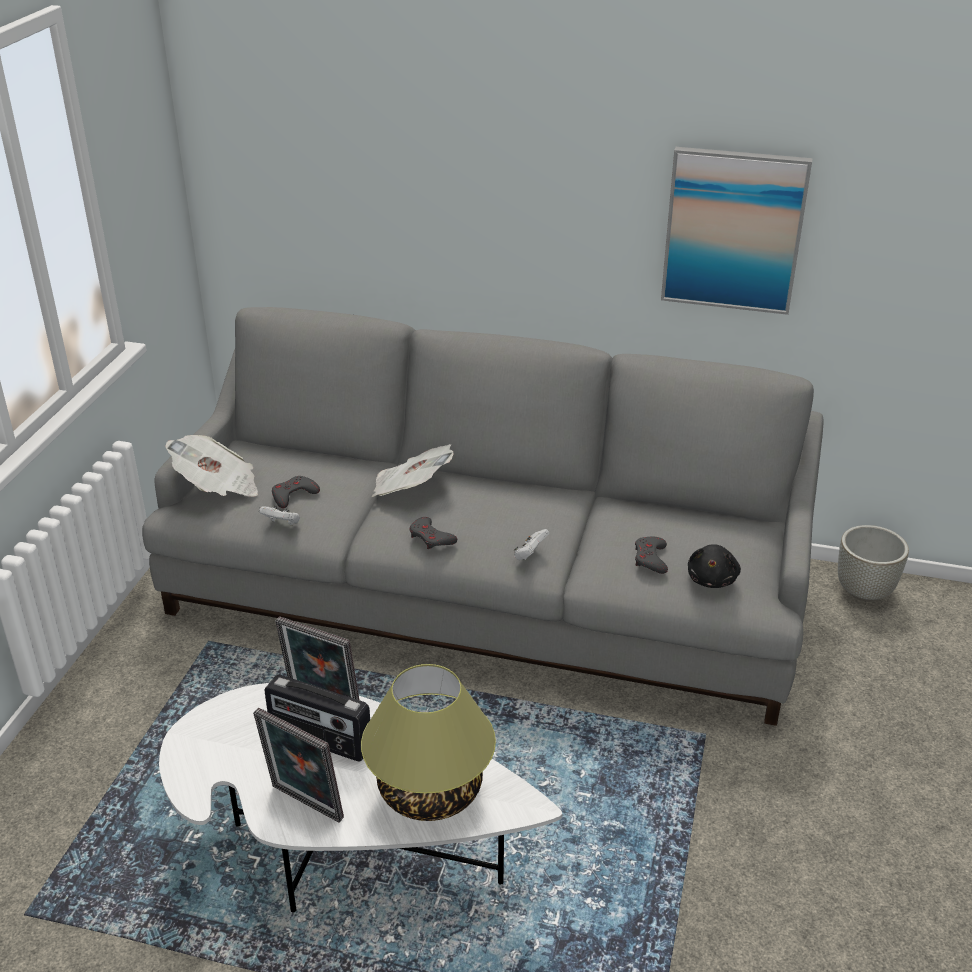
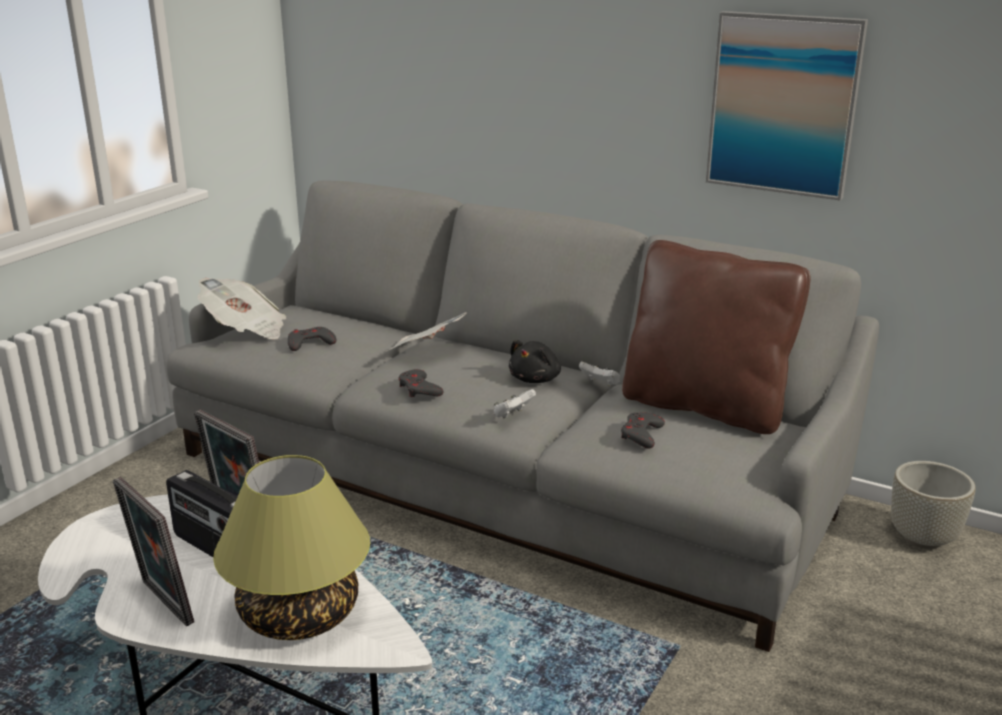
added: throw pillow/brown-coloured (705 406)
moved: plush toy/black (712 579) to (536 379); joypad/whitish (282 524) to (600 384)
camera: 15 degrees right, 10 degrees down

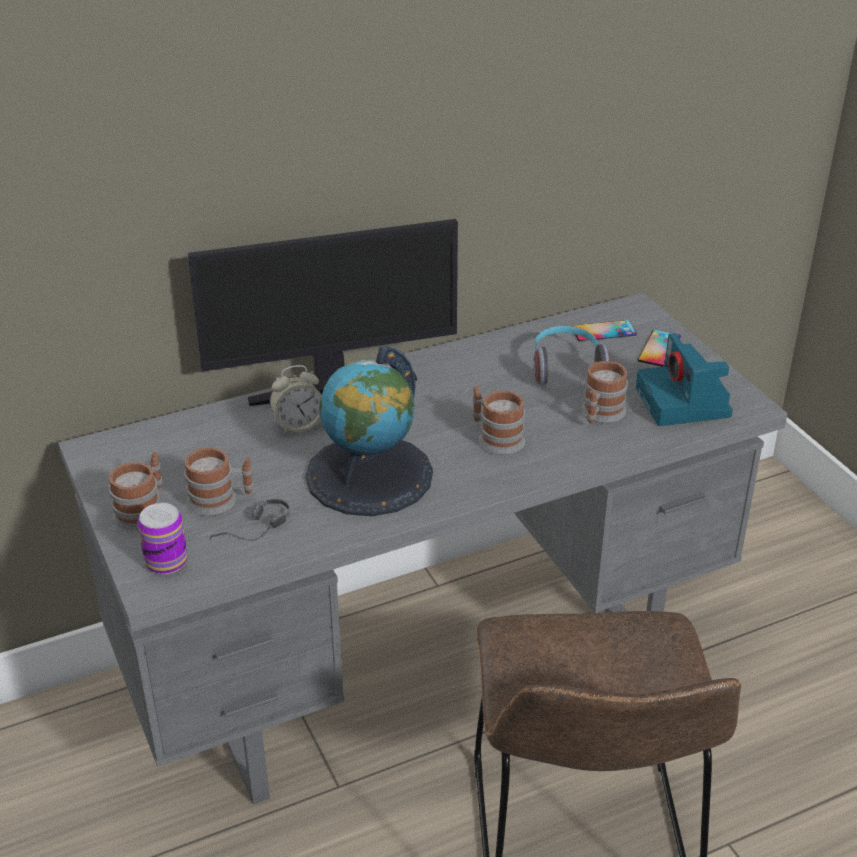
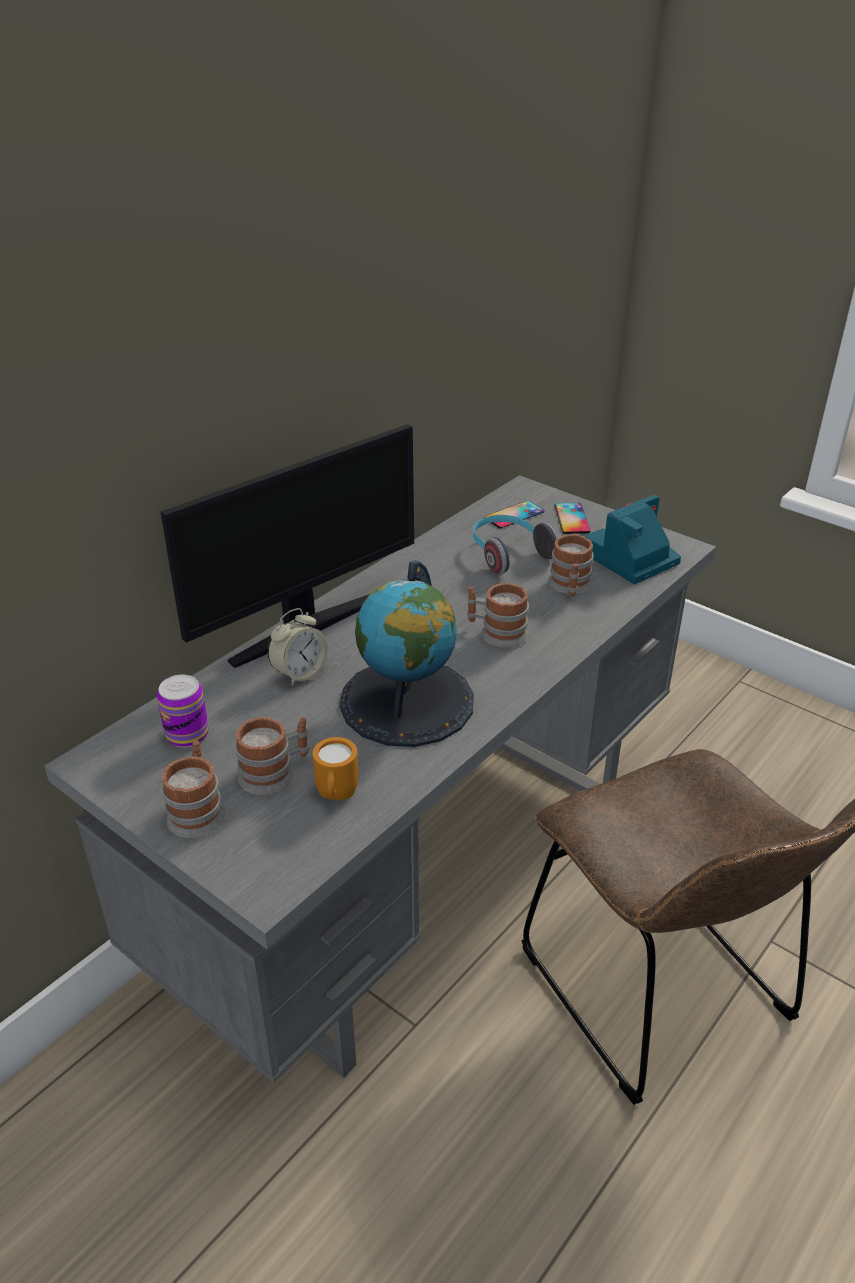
moved: metal can (166 561) to (187 734)
replaced: headset (253 534) to coffee mug/orangey (336 797)
turned: still camera (684 403) = (630 559) 90 degrees clockwise
camera: 25 degrees left, 0 degrees up

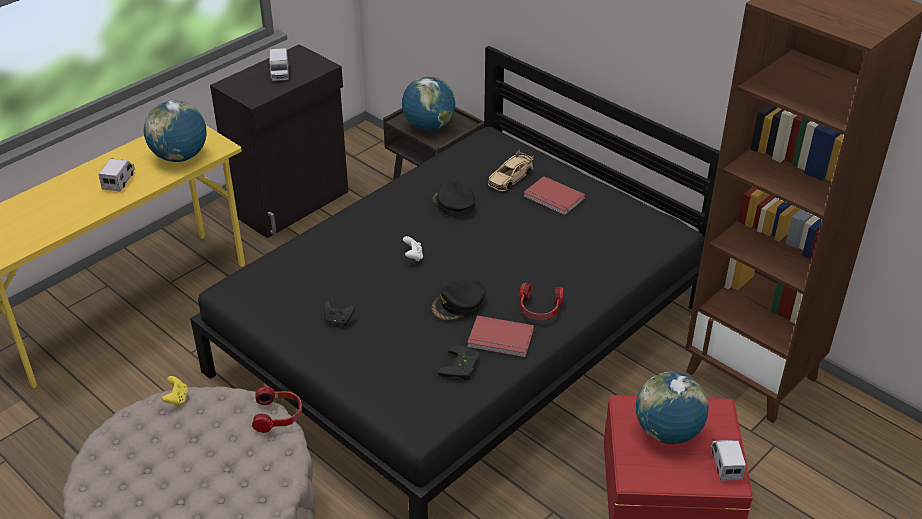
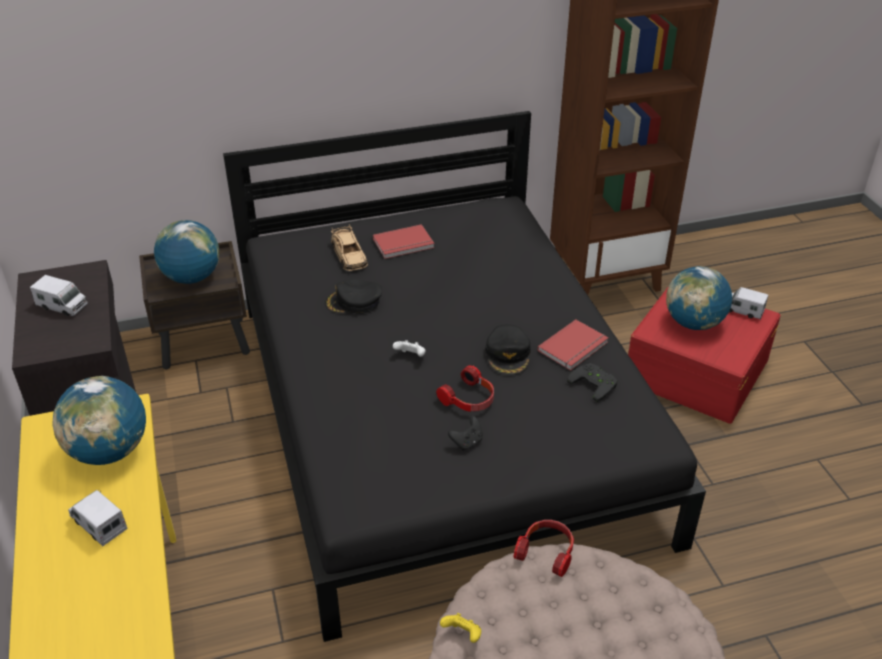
moved: headset (539 309) to (469 399)
camera: 60 degrees left, 0 degrees up

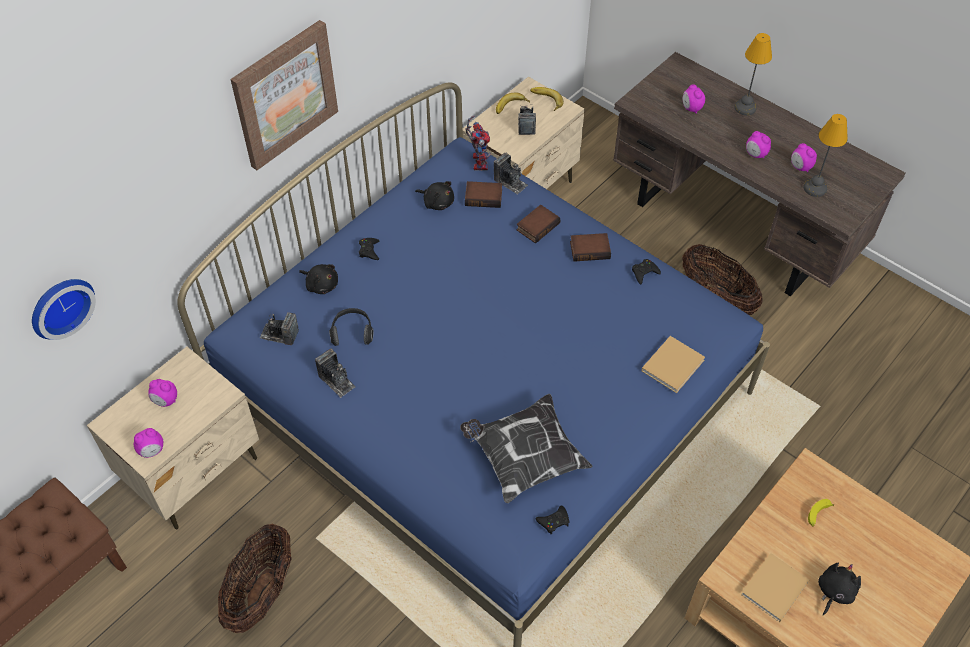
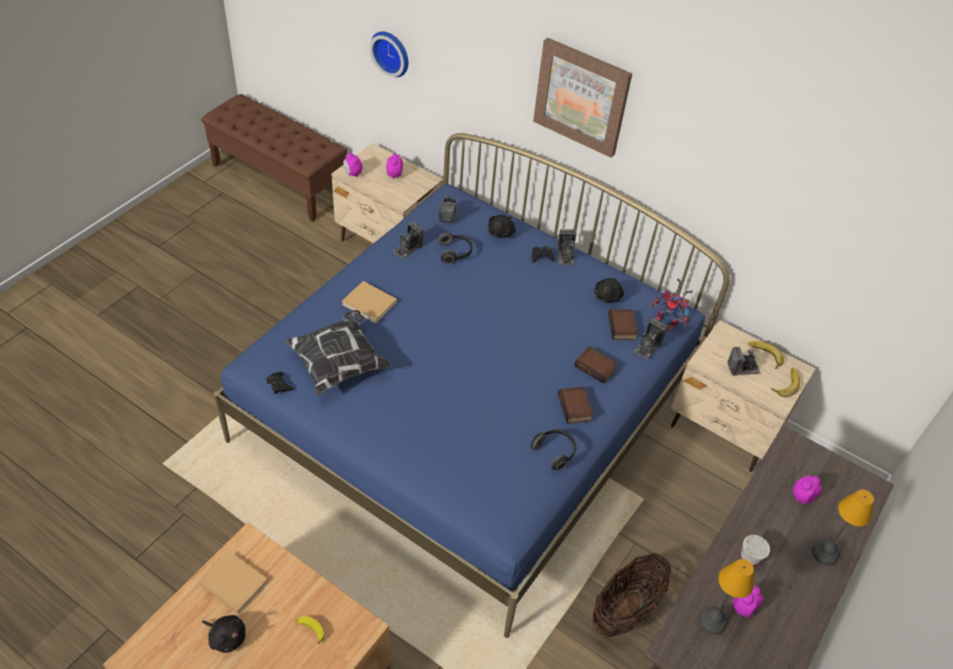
removed: household basket (261 592)
added: still camera (565 255)
moved: book/beige-coloured (674 364) to (370 304)
replaced: joypad/black (644 273) to headset (555 452); alarm clock (755 154) to drinking cup/whitish (748 559)
turned: model robot (478 161) = (668 322) 45 degrees clockwise
camera: 80 degrees right, 5 degrees down

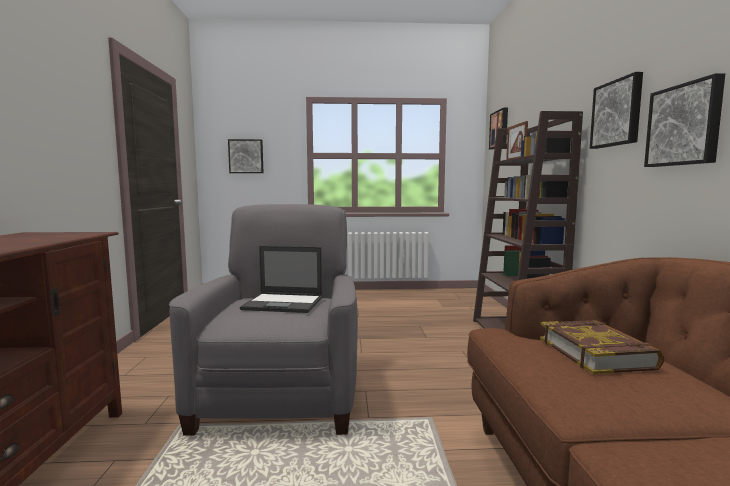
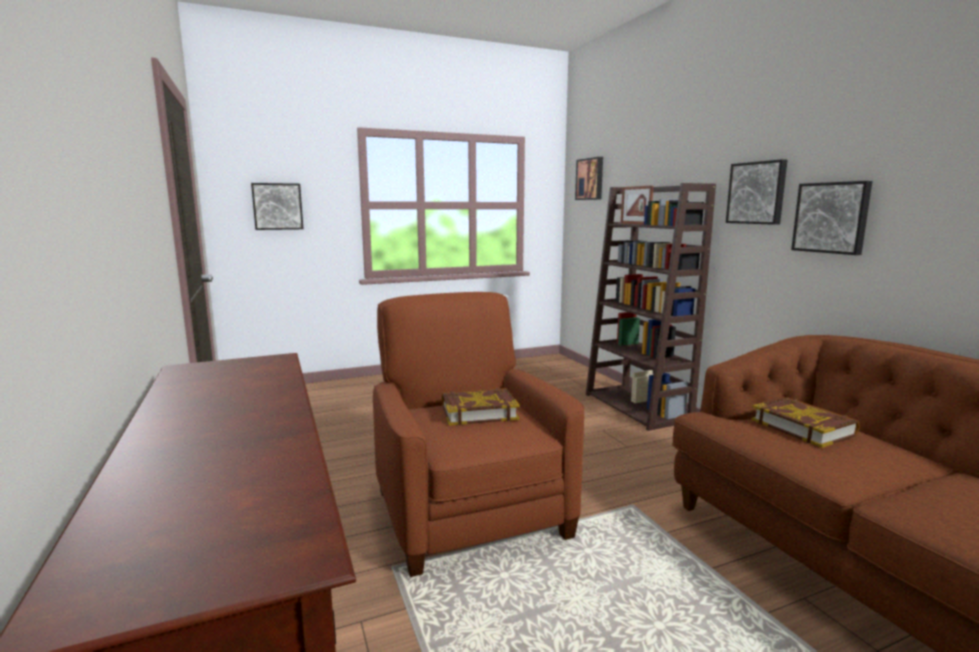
replaced: portable computer (284 303) to book (478 412)
recoloured: lounge chair/gray (281 395) to lounge chair/brown-coloured (469 511)
camera: 20 degrees left, 5 degrees up

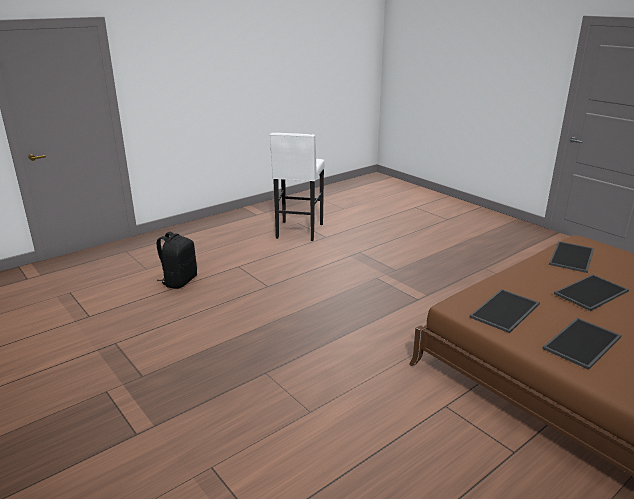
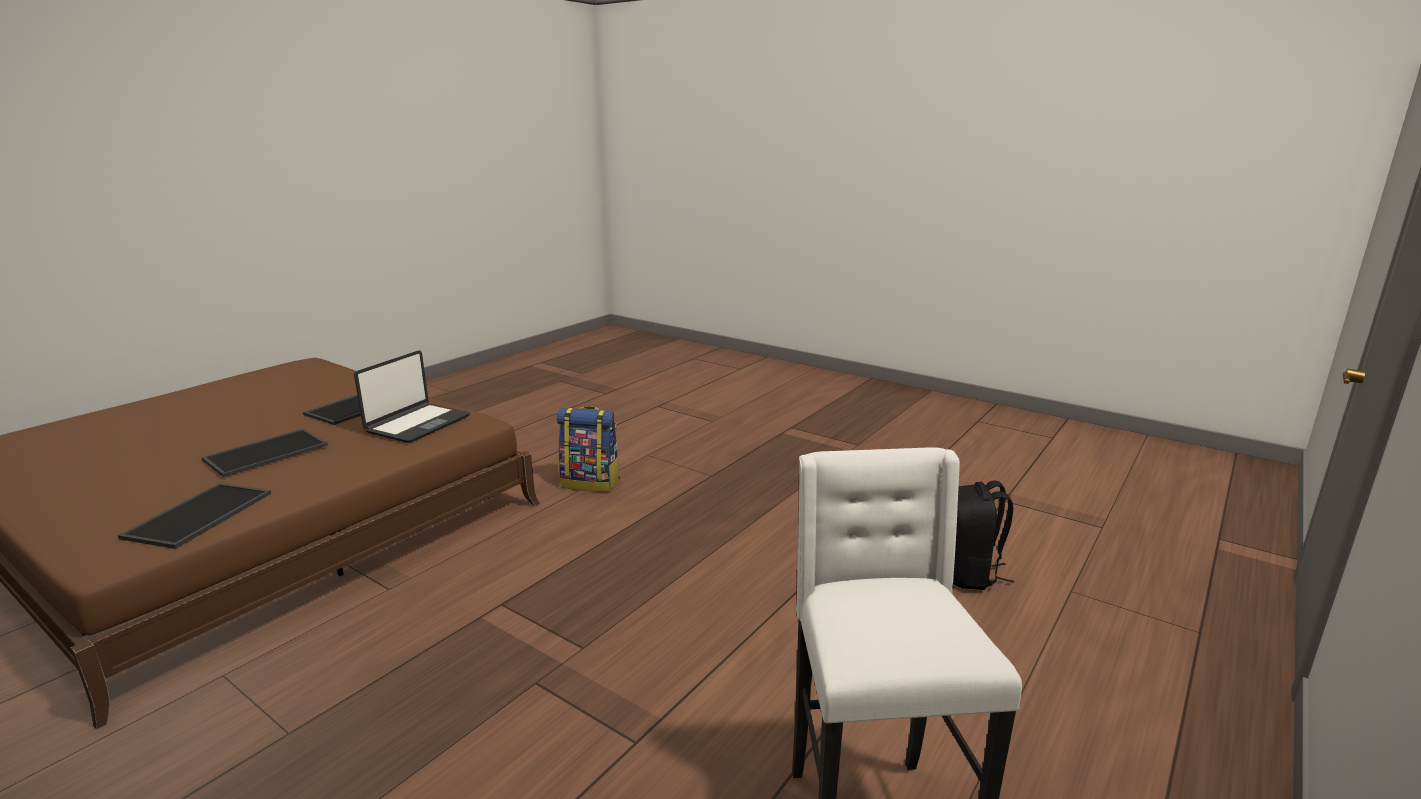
added: rucksack (591 483)
replaced: carrying tray (506 311) to portable computer (417 424)
camera: 165 degrees right, 5 degrees down

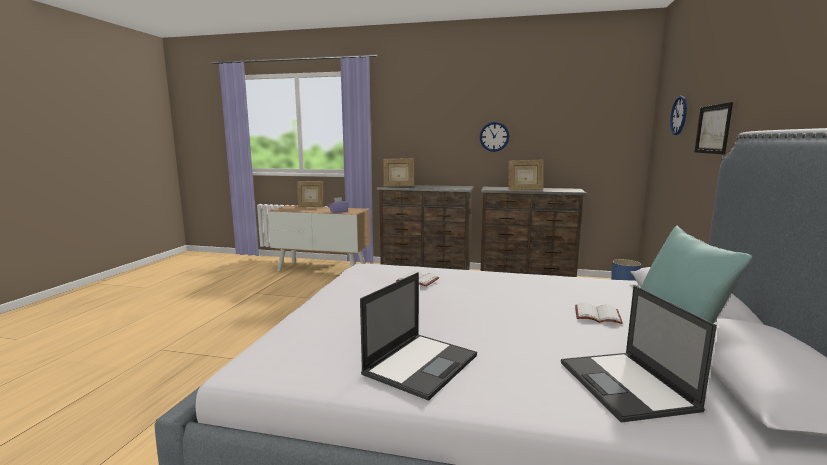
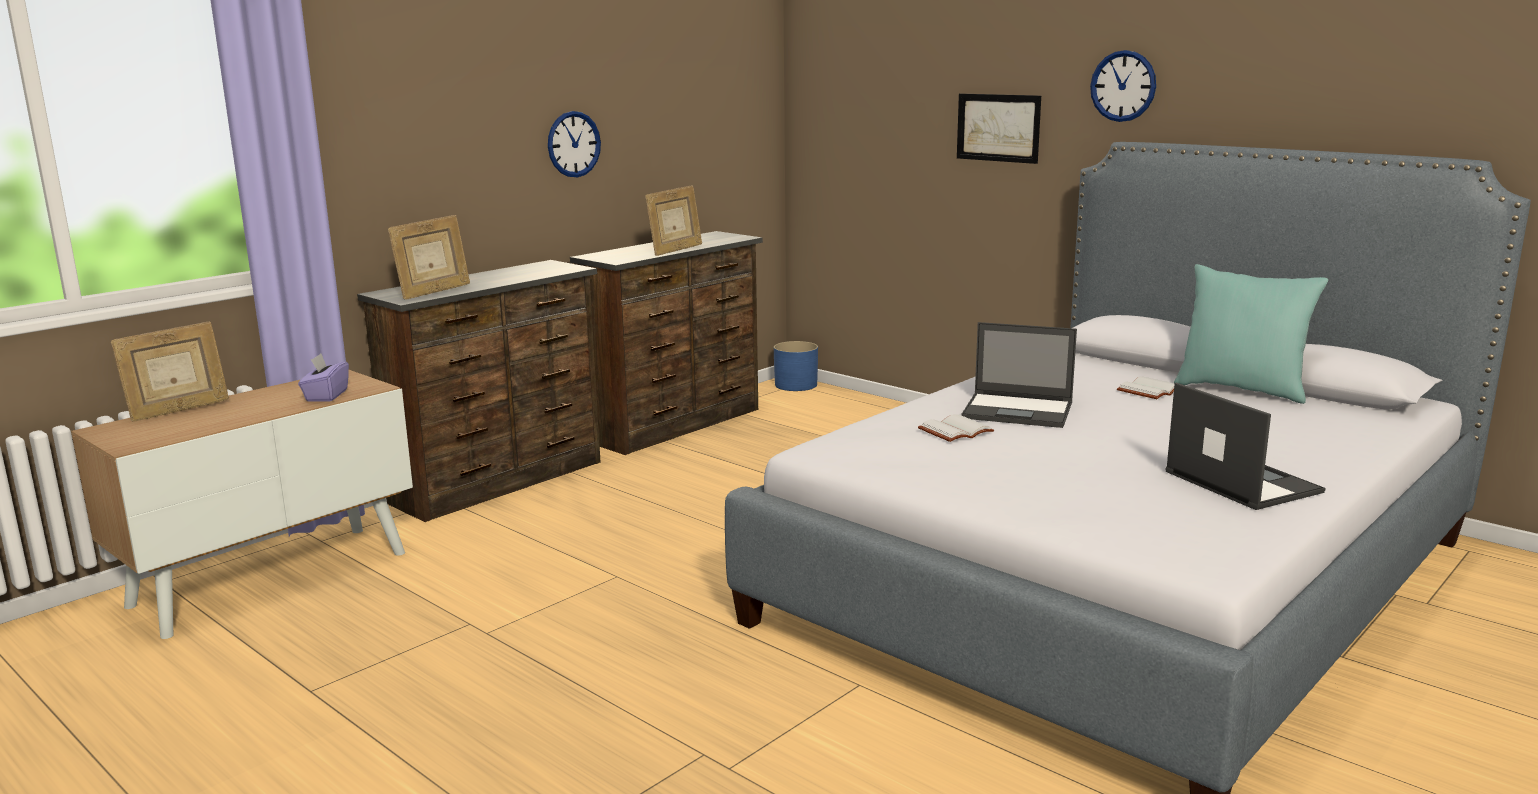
moved: portable computer (627 386) to (1019 411); wall clock (679 115) to (1123 86)
camera: 60 degrees left, 5 degrees up

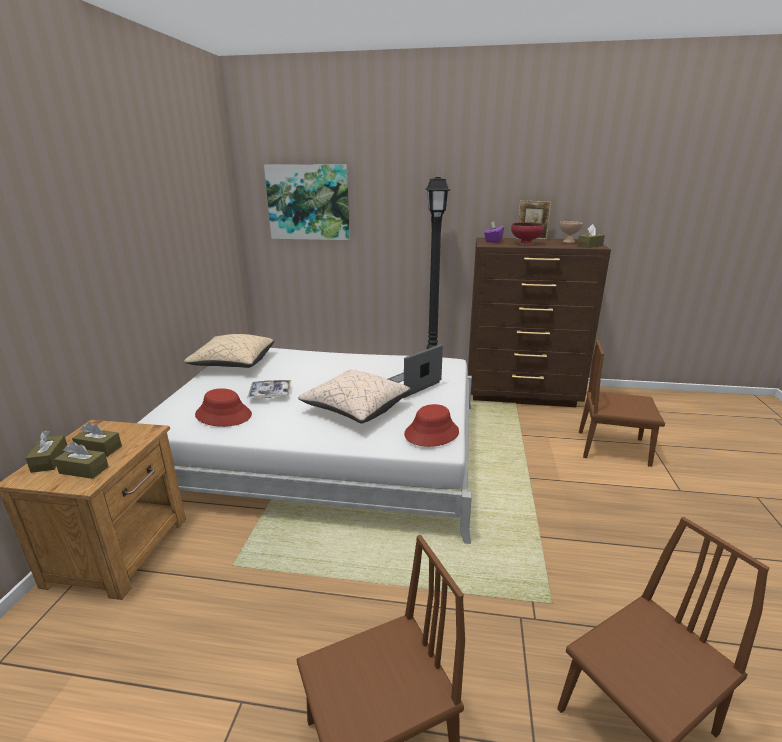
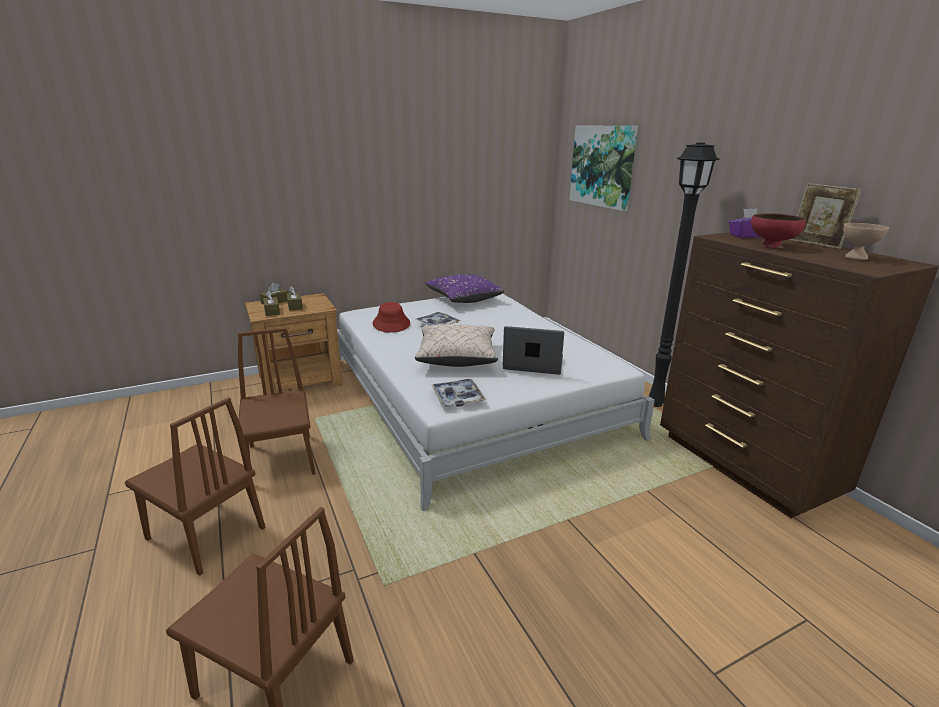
removed: tissue box/brown-coloured (590 246)
moved: upright chair/brown-coloured (613 448) to (281 459)
replaced: clothing hat/red-coloured (431 433) to carrying tray (457 398)
recoloured: throw pillow/beige-coloured (233 363) to throw pillow/purple (463 299)
camera: 55 degrees right, 0 degrees up

